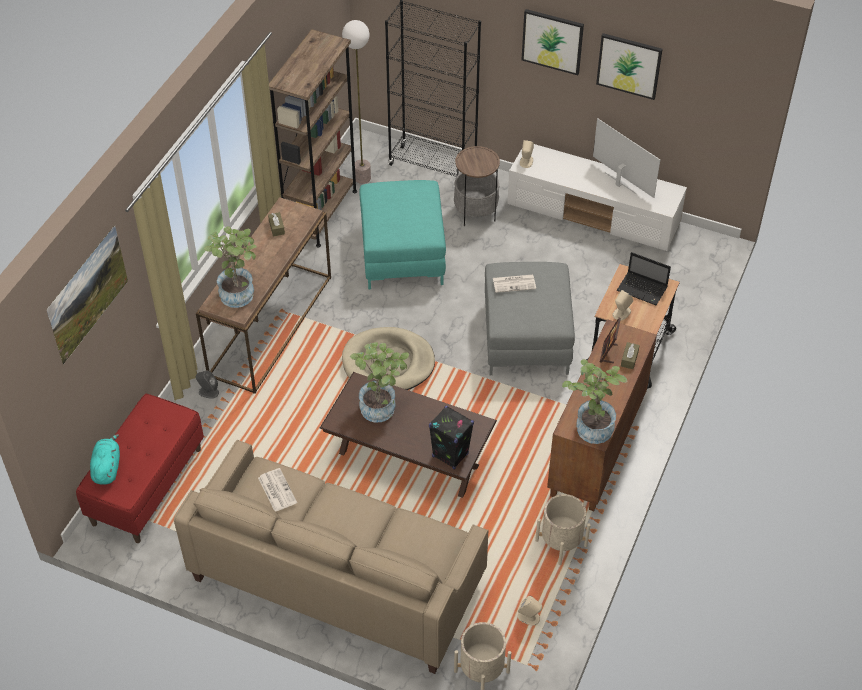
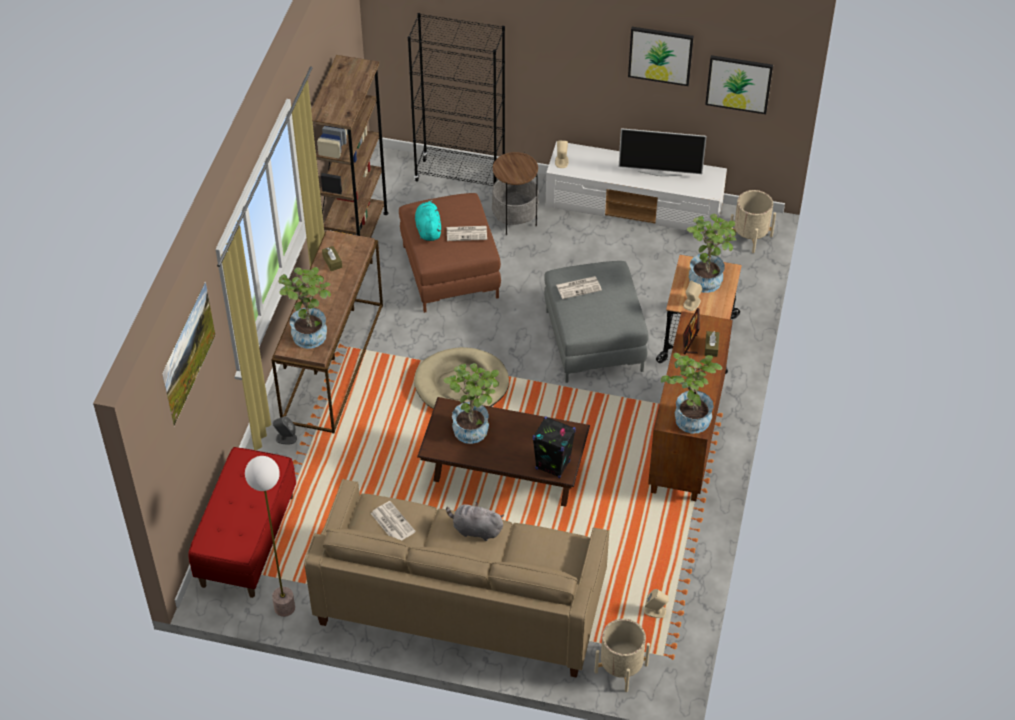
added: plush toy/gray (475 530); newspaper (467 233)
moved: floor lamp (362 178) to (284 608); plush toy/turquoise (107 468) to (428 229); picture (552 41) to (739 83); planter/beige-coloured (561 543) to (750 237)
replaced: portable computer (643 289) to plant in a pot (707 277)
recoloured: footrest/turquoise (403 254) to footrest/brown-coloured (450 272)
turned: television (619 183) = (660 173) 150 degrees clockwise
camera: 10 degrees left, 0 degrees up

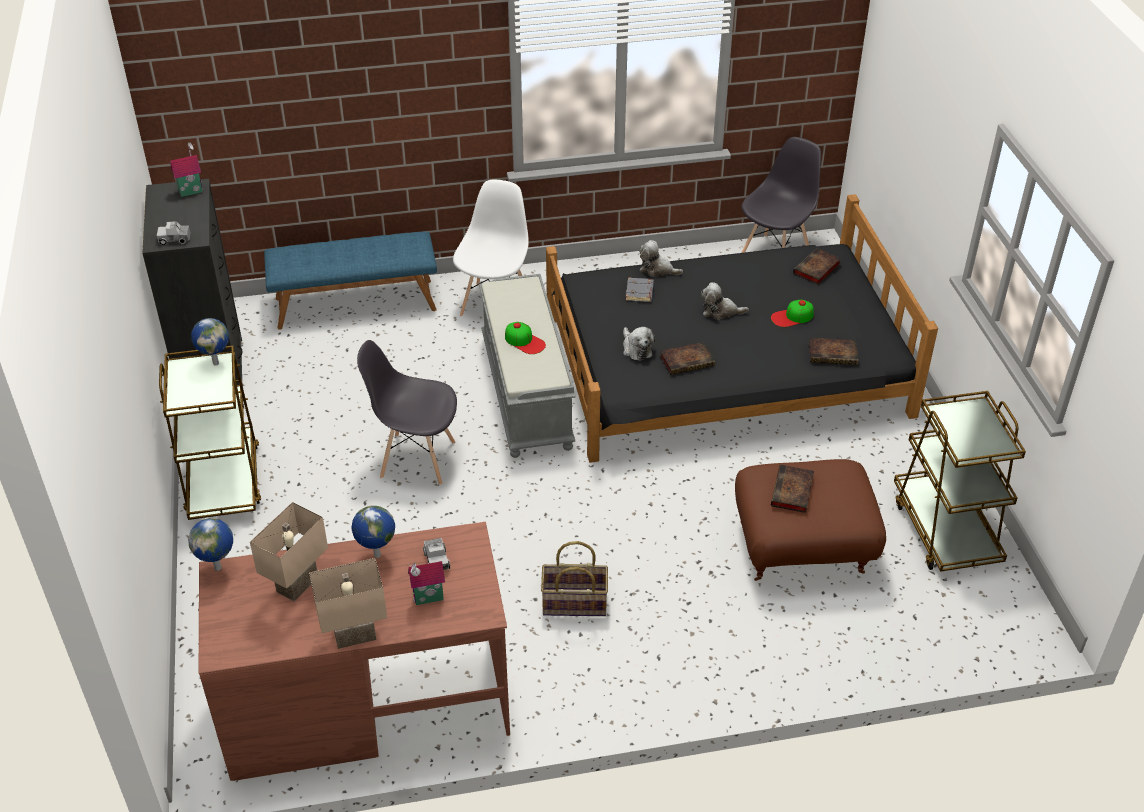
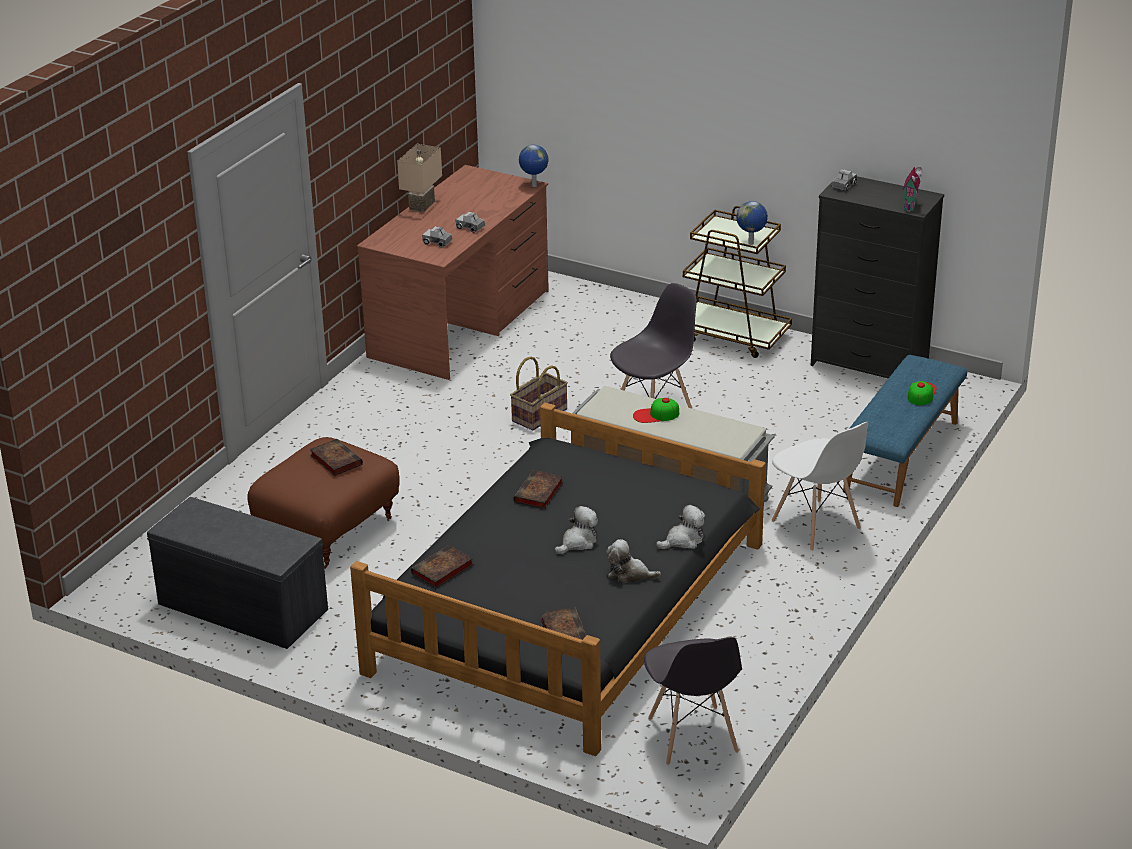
removed: table lamp/beige-coloured (296 583); toy house (428 599); book/gray (640 292)
moved: household basket (574 604) to (539 415); plush toy (636 349) to (629 574); peaked cap (792 317) to (921 393)
replaced: cart/brown-coloured (945 530) to indoor bench/gray (240 607); desk globe (376 555) to model truck (470 228)
camera: 130 degrees right, 10 degrees down

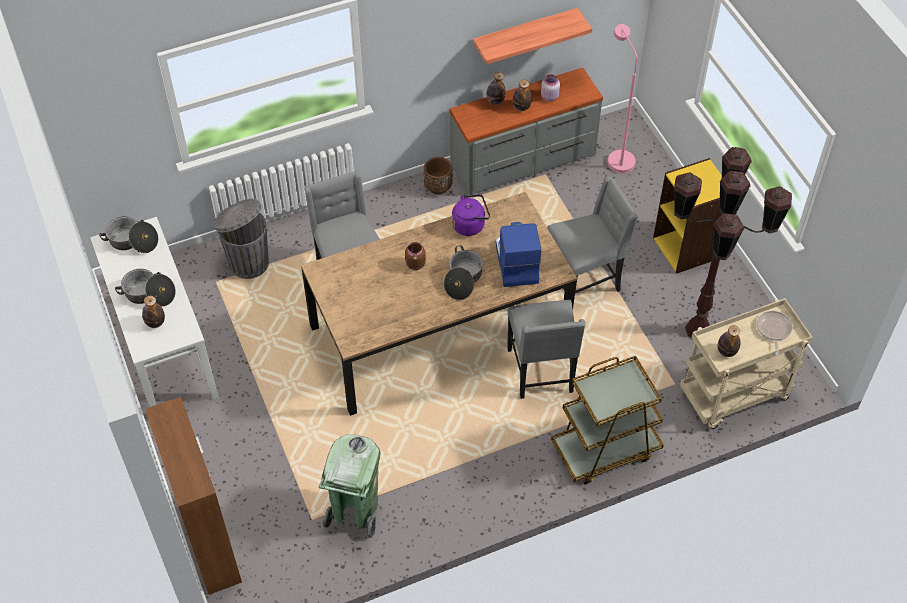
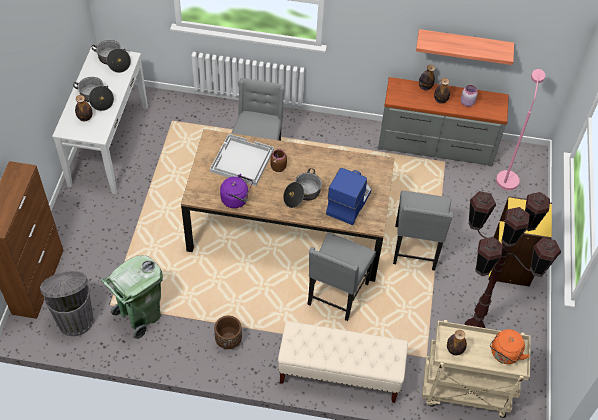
added: carrying tray/whitish (241 161)
moved: trash can/gray (248 263) to (75 319); planter/brown-coloured (438 187) to (228 340); water kettle/purple (470 225) to (236 199)
replaced: cart/brown-coloured (605 449) to indoor bench/beige-coloured (339 374); skillet (773 330) to water kettle/orangey (504 354)
turned: upright chair/gray (584 281) = (416 249) 90 degrees clockwise
camera: 30 degrees right, 0 degrees up

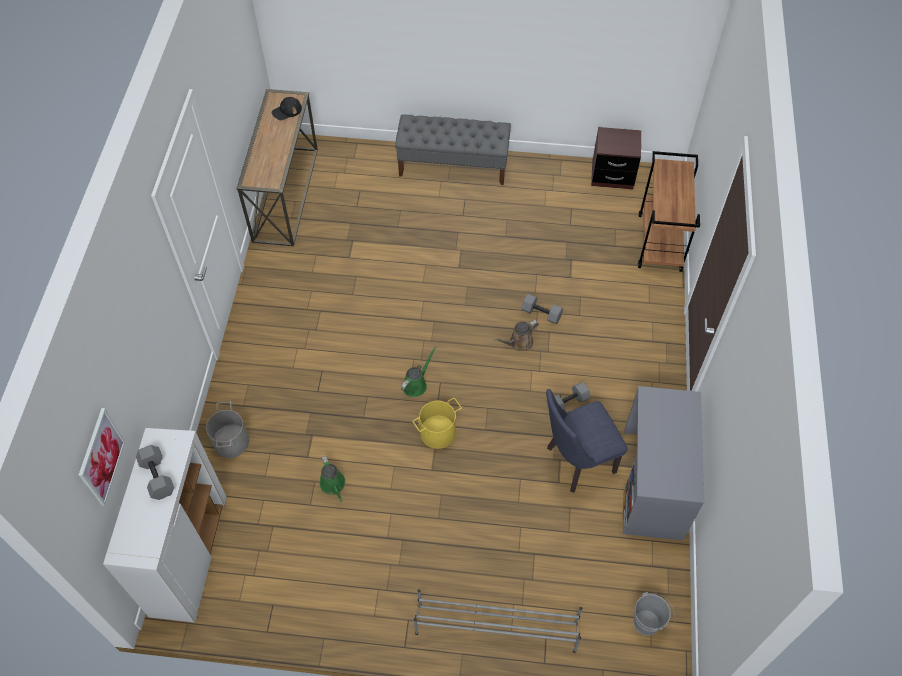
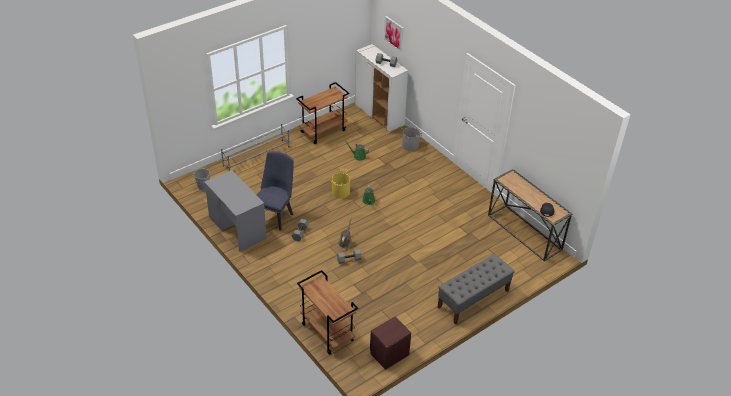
added: cart/brown-coloured (323 131)
camera: 135 degrees right, 15 degrees down

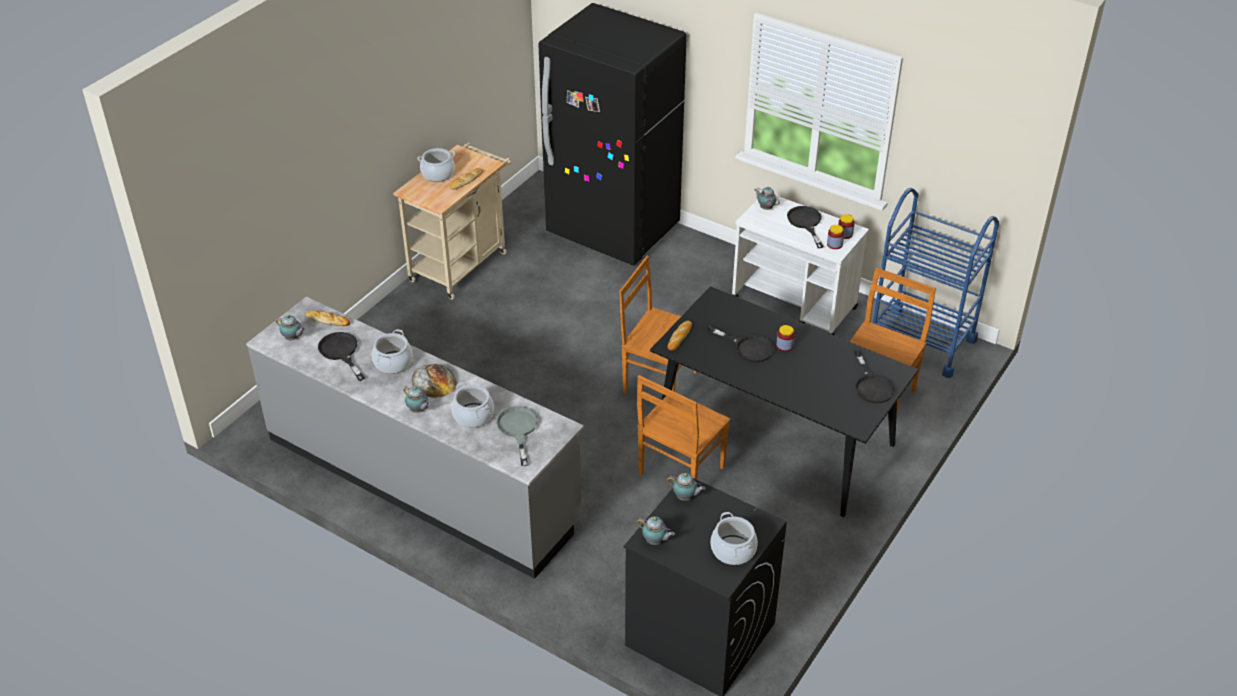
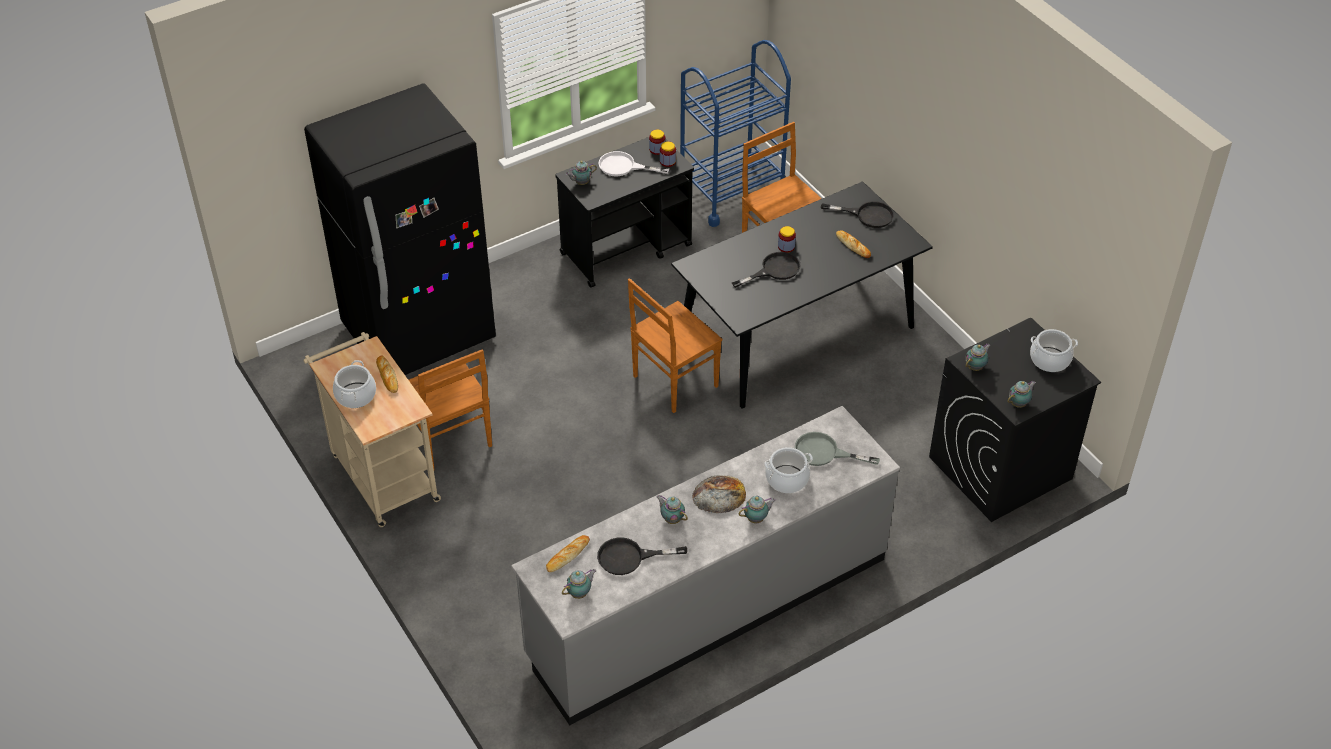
moved: upright chair/brown-coloured (680 472) to (450 441); bakery bread (679 337) to (853 246)
replaced: stockpot (393 363) to teapot (671 519)
recoloured: cart/whitish (794 304) to cart/black (627 249); skillet/black (806 223) to skillet/whitish (623 167)
camera: 65 degrees left, 5 degrees up

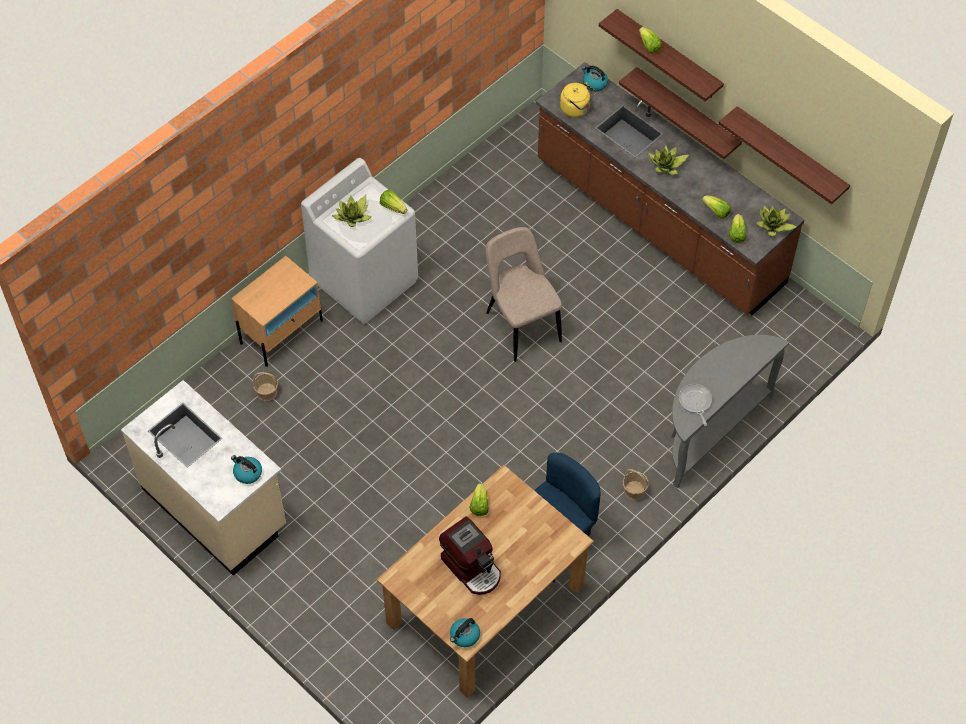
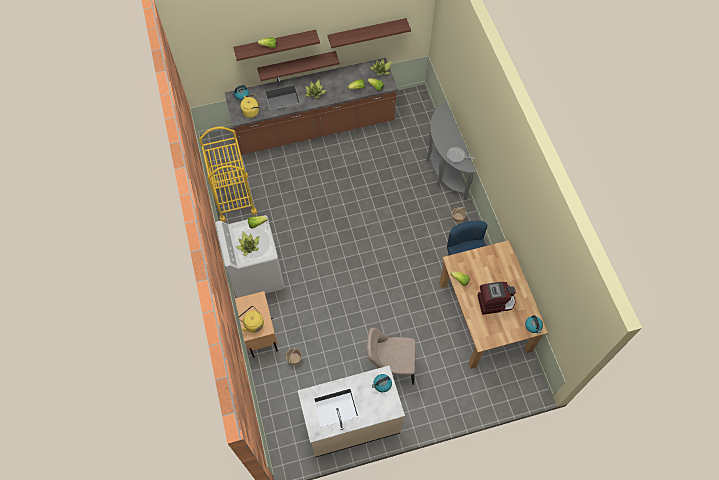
added: cart/yellow-coloured (234 198); water kettle/yellow-coloured (253 323)
moved: upright chair/beige-coloured (521 324) to (390 367)
camera: 60 degrees left, 5 degrees up

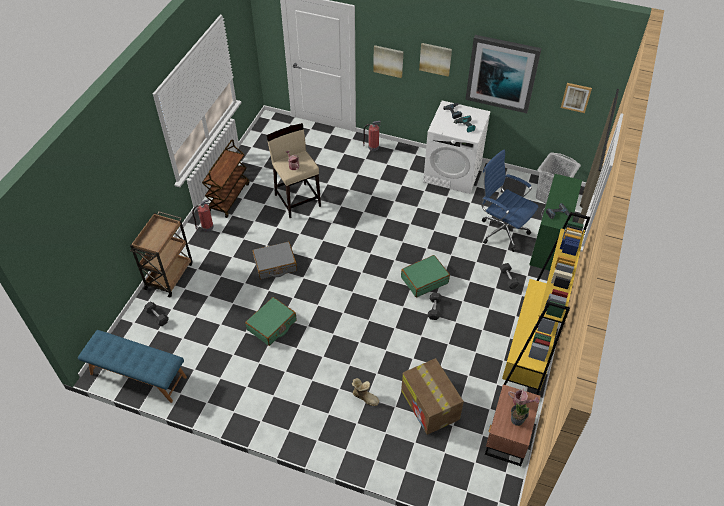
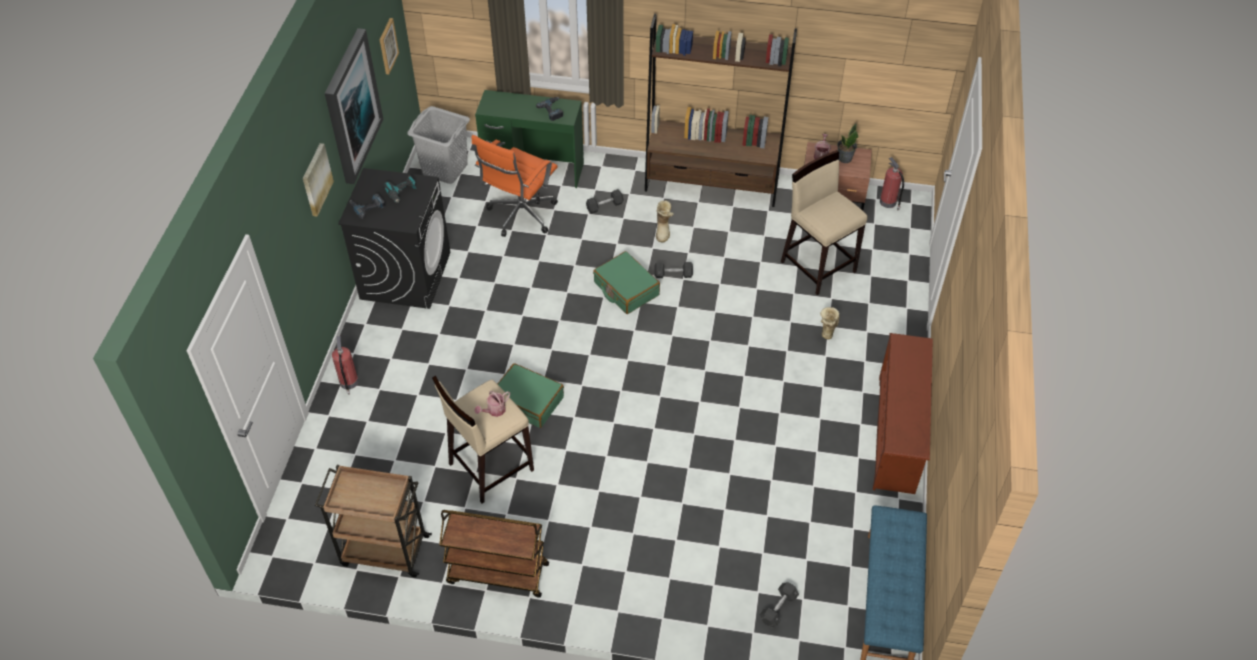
removed: piece of luggage/gray (275 265); picture (388 61)
added: boot (663 230); shoe stand/brown-coloured (897 435)
moved: cart/brown-coloured (169 275) to (383 550); piece of luggage/greenish (272 325) to (528 401); extinguisher (207 227) to (888 202)
replaced: cardboard box (430 406) to sitting stool/beige-coloured (818 266)
recoloured: laundry appliance/whitish (453 173) to laundry appliance/black (405 275); office chair/blue (501 231) to office chair/orangey (520 216); shelving unit/yellow-coloured (529 350) to shelving unit/brown-coloured (712 184)
camera: 100 degrees left, 0 degrees up

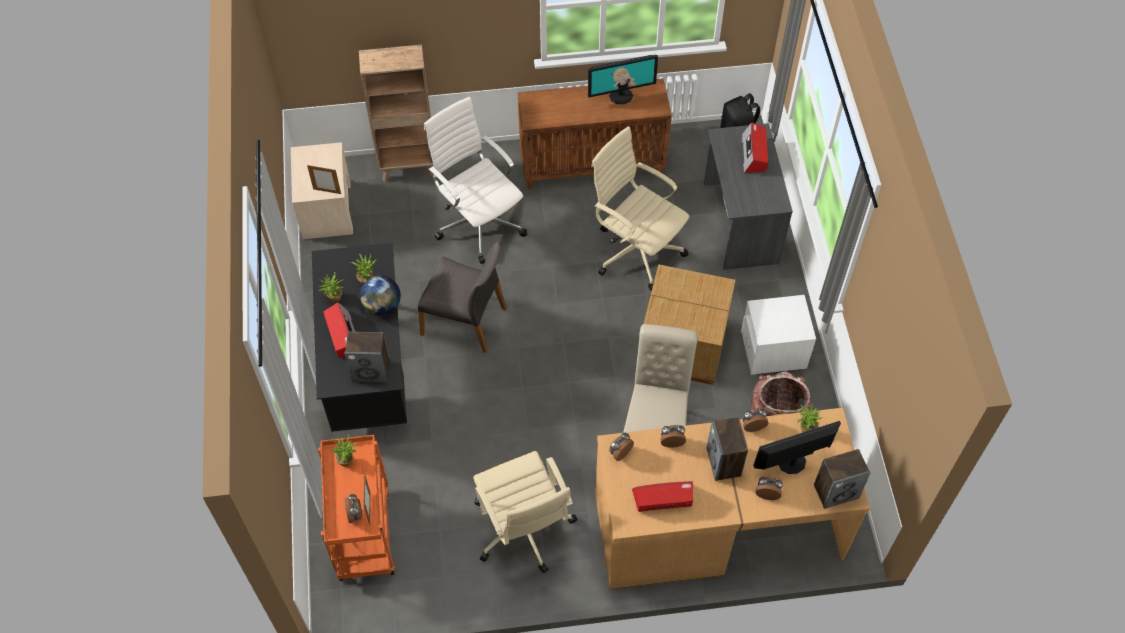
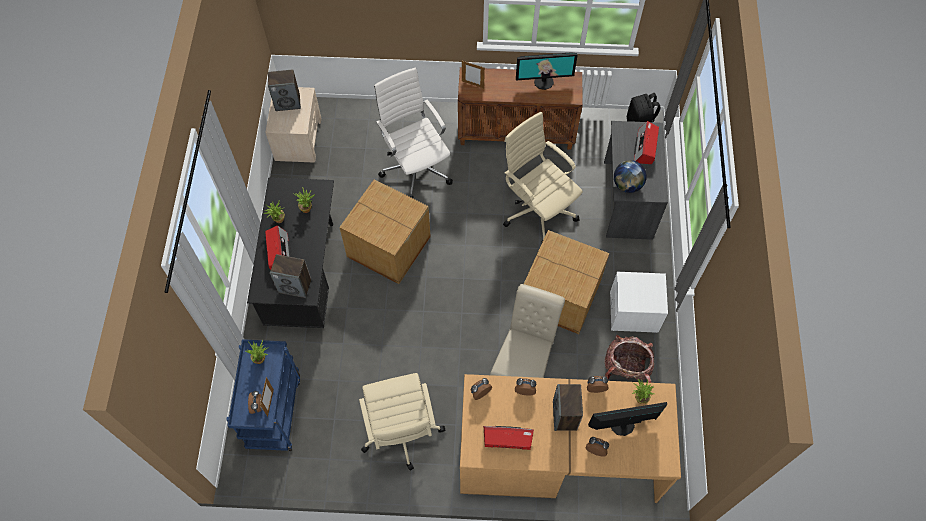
removed: shelving unit/brown-coloured (408 167)
moved: loudspeaker (836 491) to (288 102); standing frame (327 191) to (472 84); desk globe (382 306) to (627 185)
replaced: upright chair/gray (465 320) to cardboard box (389 248)
recoloured: cart/orangey (363 532) to cart/blue (274 411)
camera: 10 degrees right, 5 degrees up

